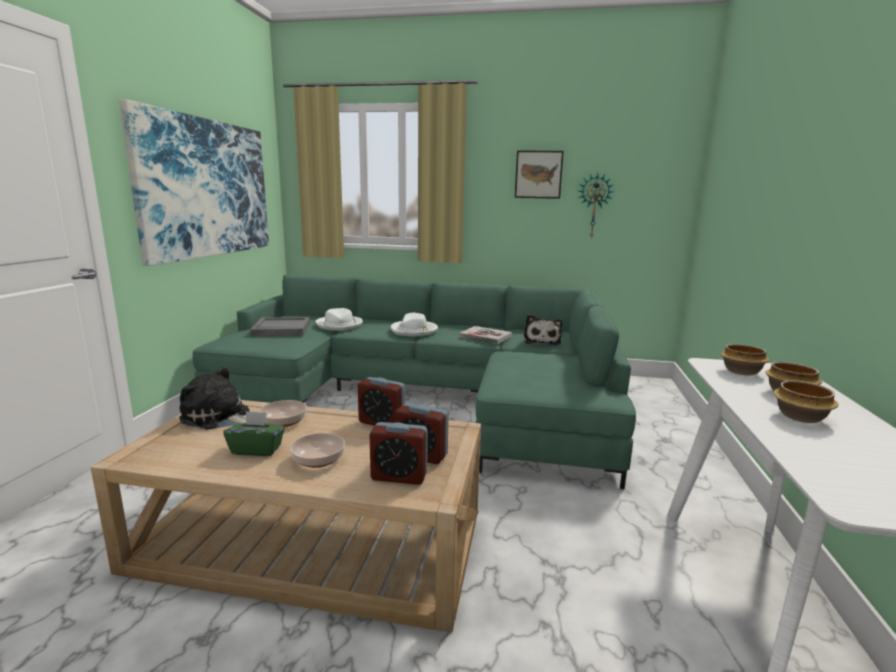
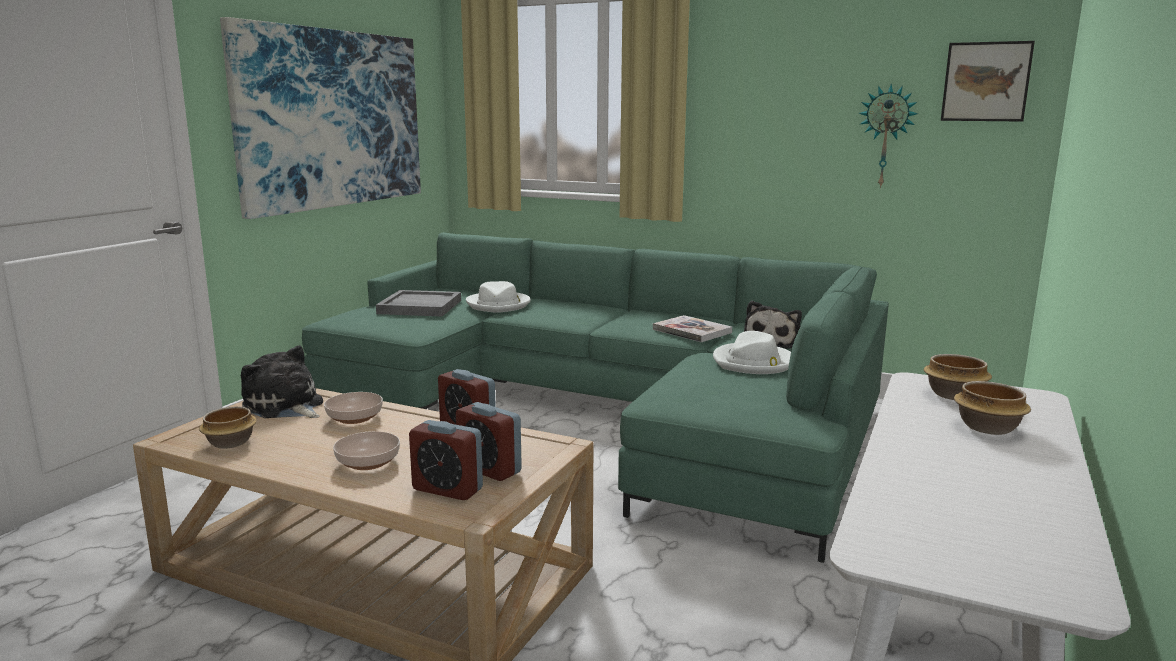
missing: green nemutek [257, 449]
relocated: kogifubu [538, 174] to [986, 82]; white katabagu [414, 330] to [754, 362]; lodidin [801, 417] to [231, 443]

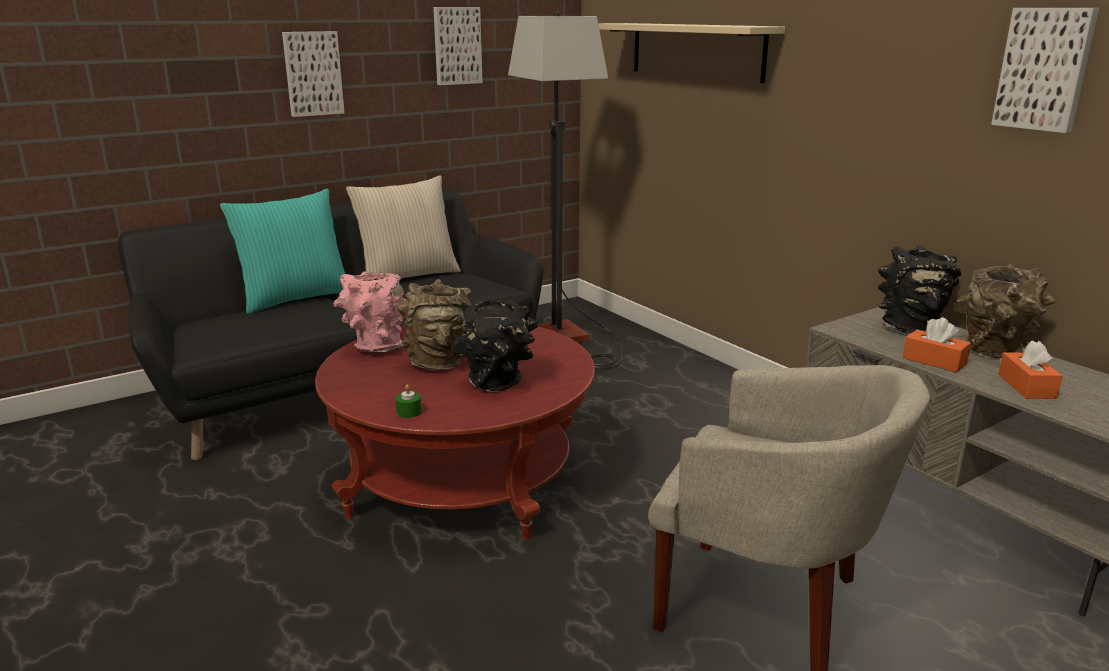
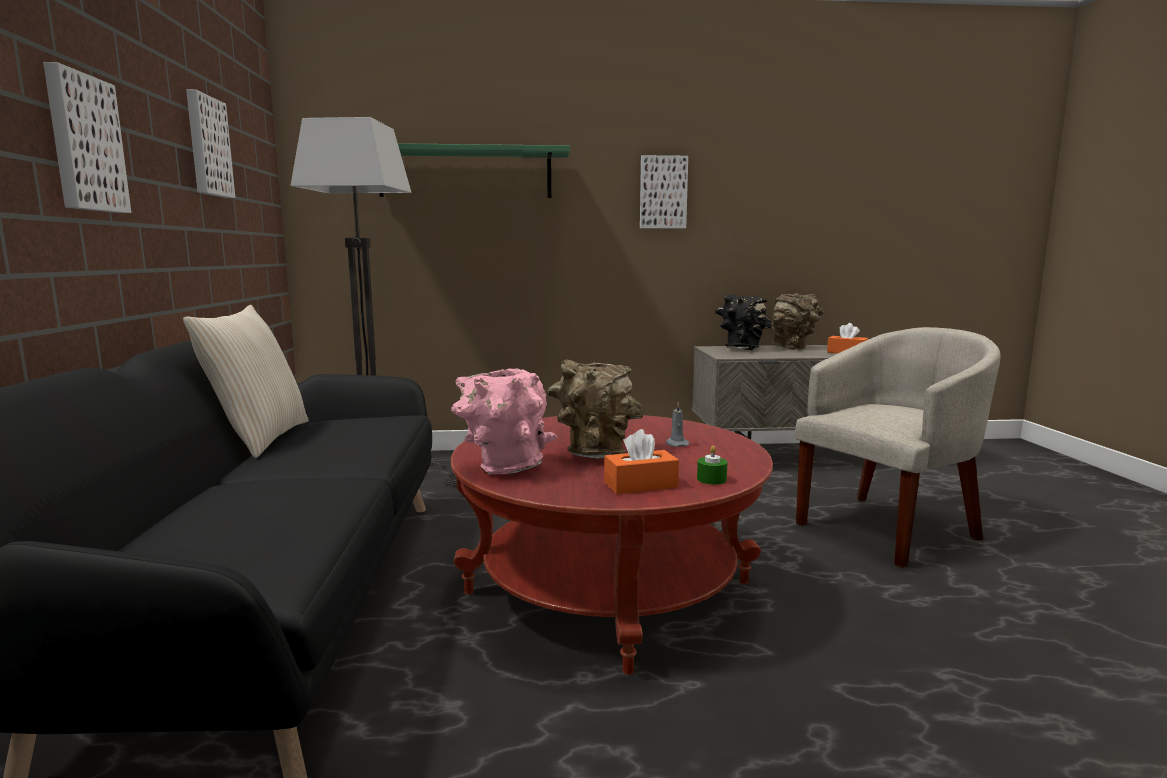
missing: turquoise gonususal [295, 298]
relocated: kogifubu [1045, 69] to [663, 192]; orange nemutek [934, 361] to [640, 485]
exchanged: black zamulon [499, 383] to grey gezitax [676, 444]
colour: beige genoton [696, 50] to green genoton [465, 174]

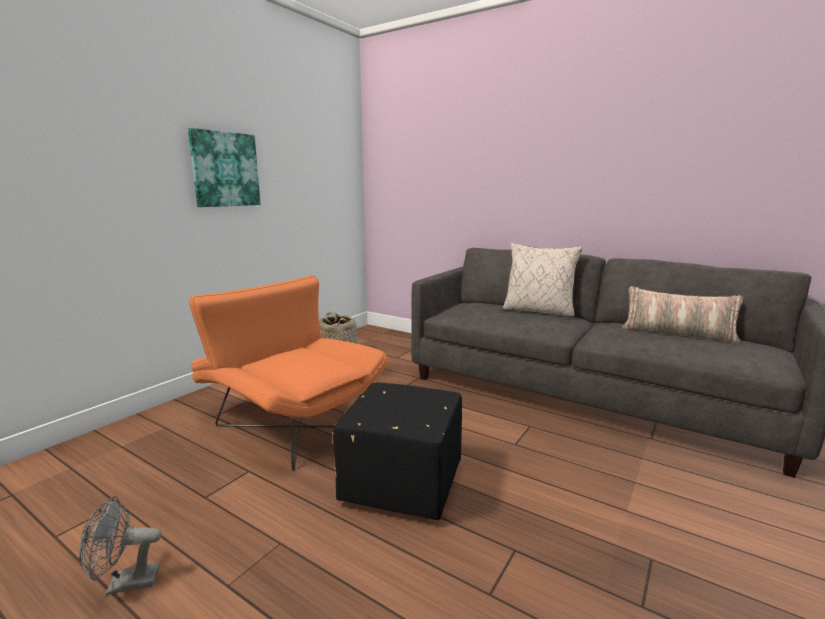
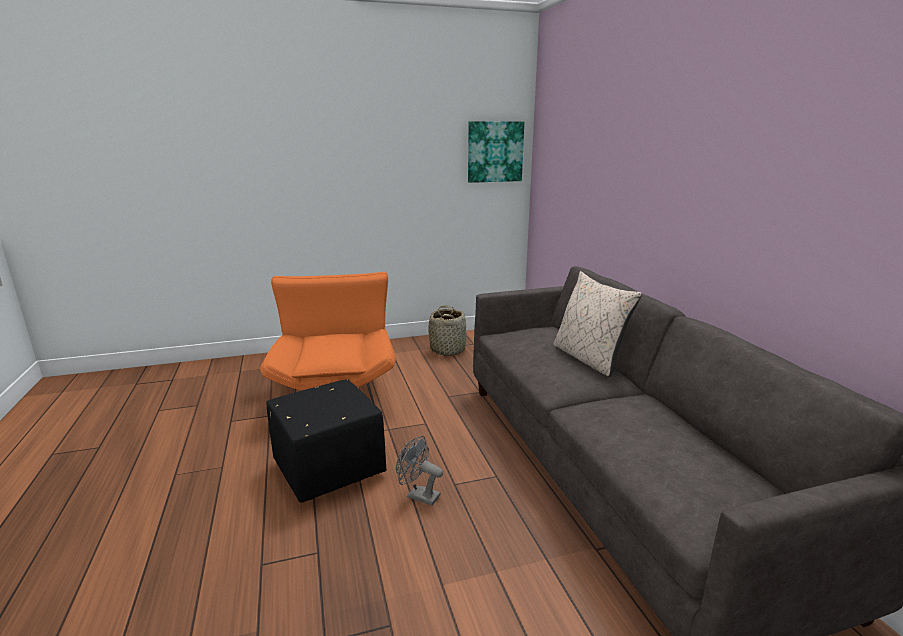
missing: gonususal [677, 333]
relocated: kogifubu [225, 169] to [495, 152]; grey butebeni [125, 583] to [418, 495]

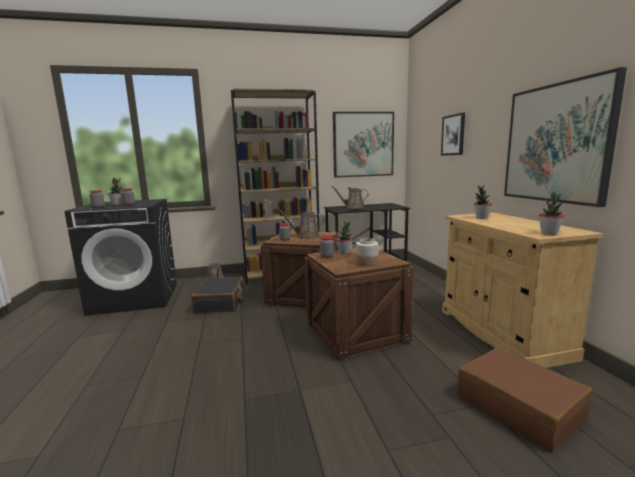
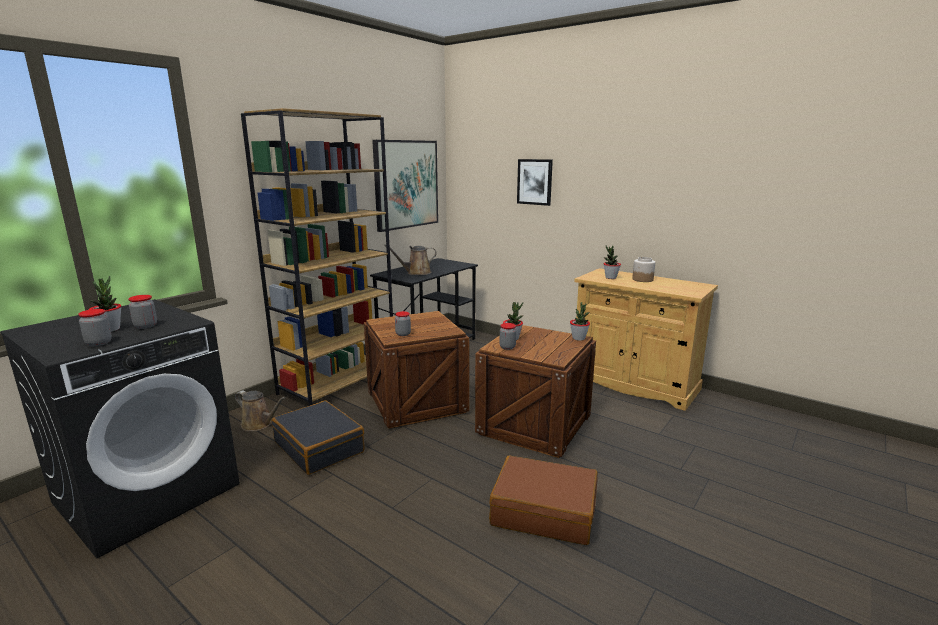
missing: kogifubu [556, 143]; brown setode [305, 236]
relocated: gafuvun [549, 233] to [578, 338]; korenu [367, 263] to [642, 279]; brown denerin [519, 406] to [544, 511]

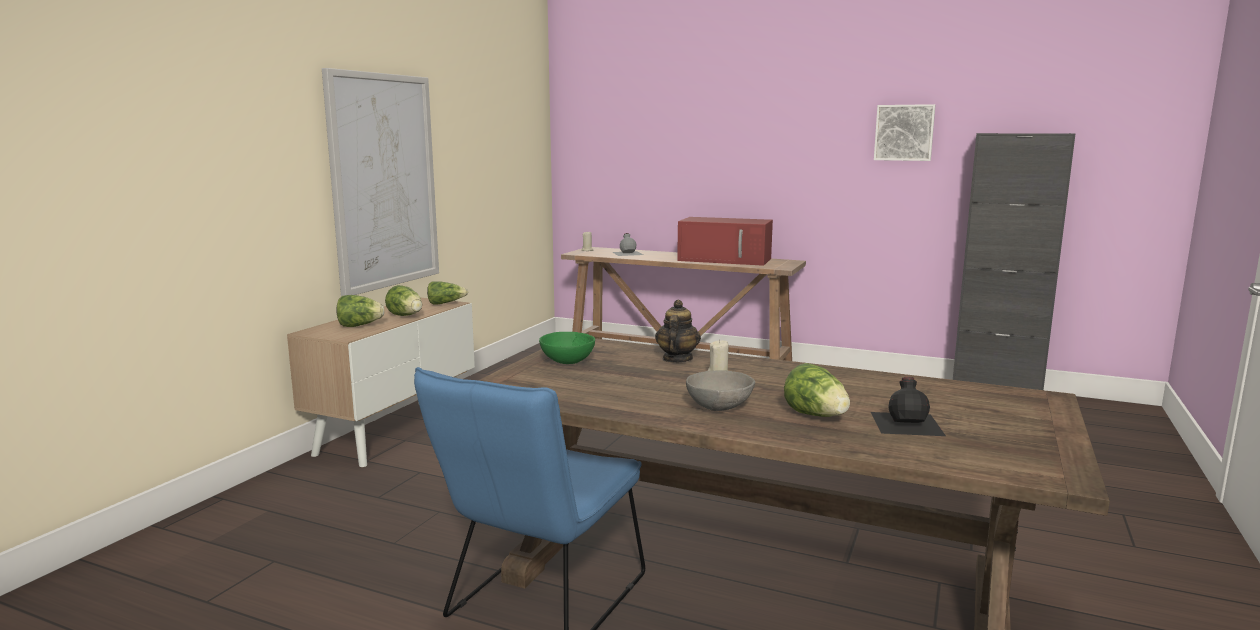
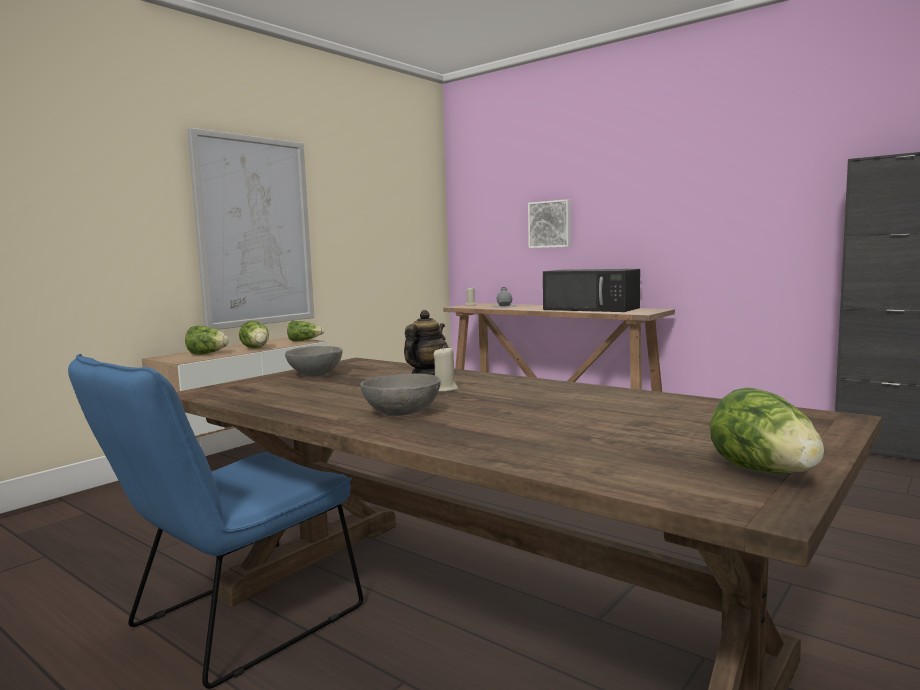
missing: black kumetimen [907, 423]
relocated: kogifubu [904, 132] to [550, 224]; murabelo [816, 416] to [765, 472]
colour: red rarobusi [726, 259] to black rarobusi [592, 309]; green lodidin [567, 361] to grey lodidin [315, 374]

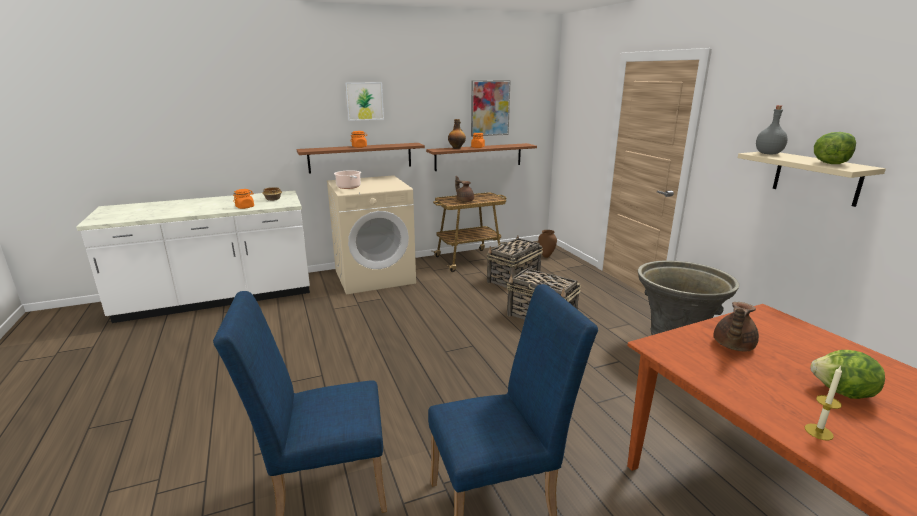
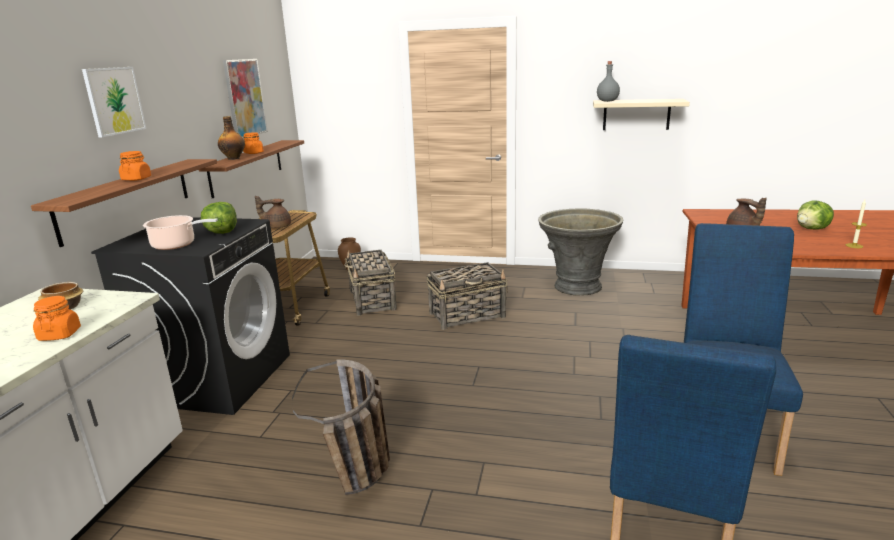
appeared: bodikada [359, 480]
relocated: murabelo [830, 163] to [221, 232]
colour: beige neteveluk [375, 276] to black neteveluk [217, 378]

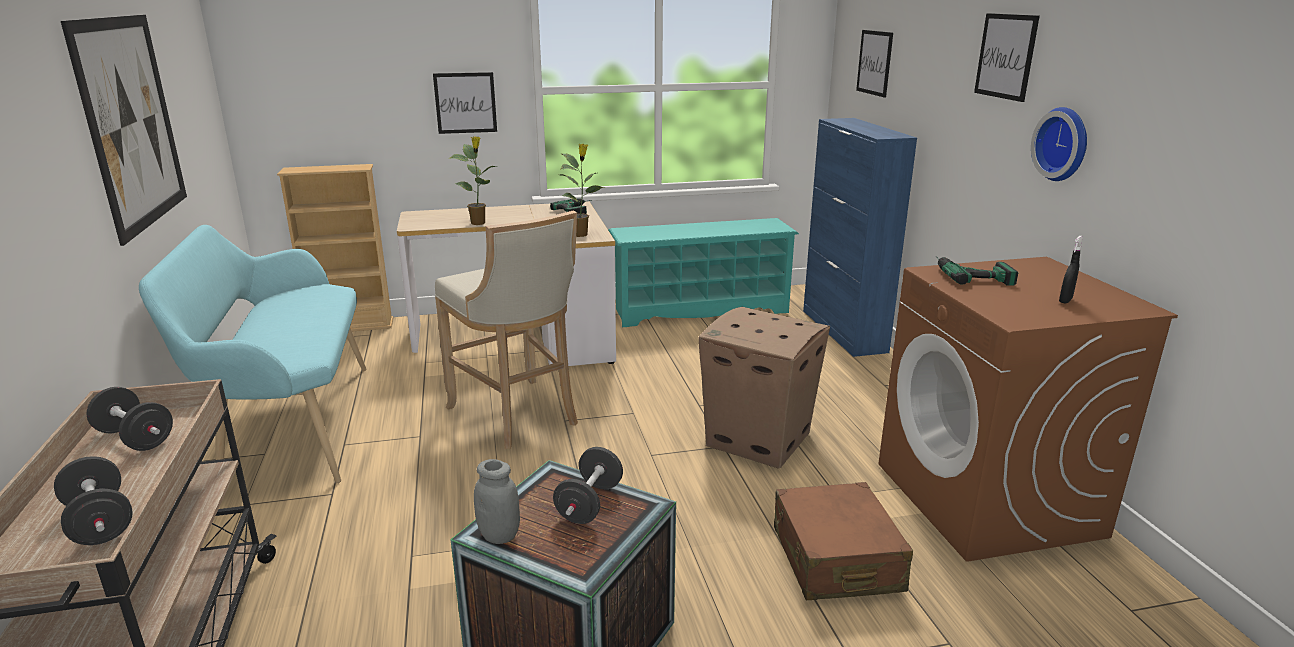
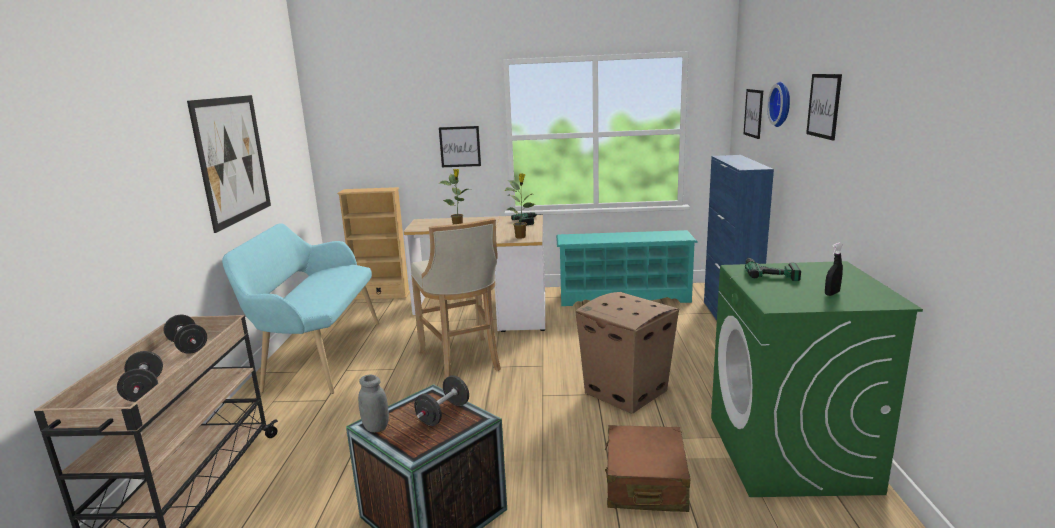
relocated: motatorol [1064, 144] to [782, 104]
colour: brown neteveluk [988, 499] to green neteveluk [790, 453]

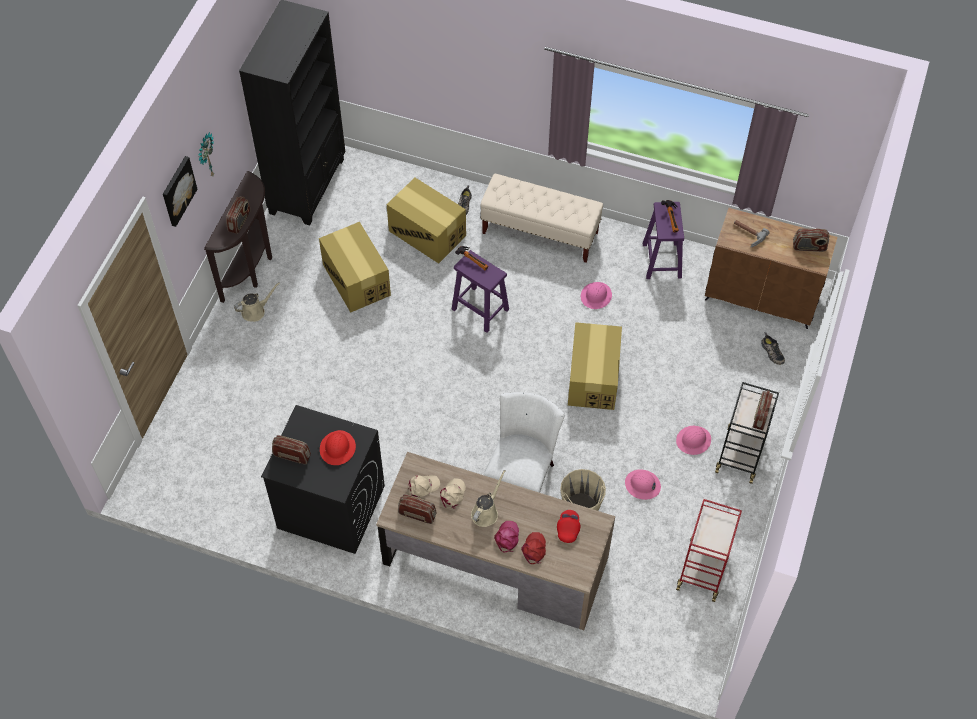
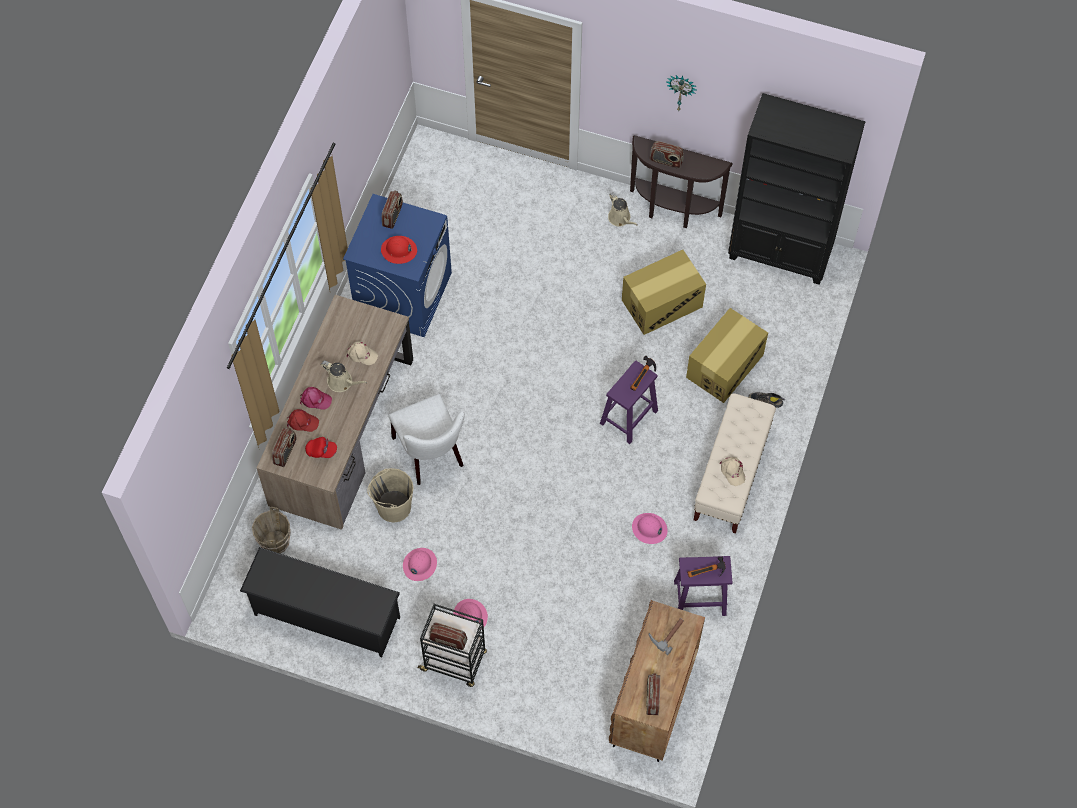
missing: kogifubu [177, 190]; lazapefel [593, 378]; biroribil [771, 352]
appeared: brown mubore [275, 543]
relocated: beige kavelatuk [422, 486] to [732, 471]; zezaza [417, 514] to [285, 452]
exchanged: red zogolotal [703, 568] to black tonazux [326, 616]
colour: black neteveluk [330, 507] to blue neteveluk [403, 294]
spun: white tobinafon [521, 477] = [431, 455] 45 degrees clockwise

